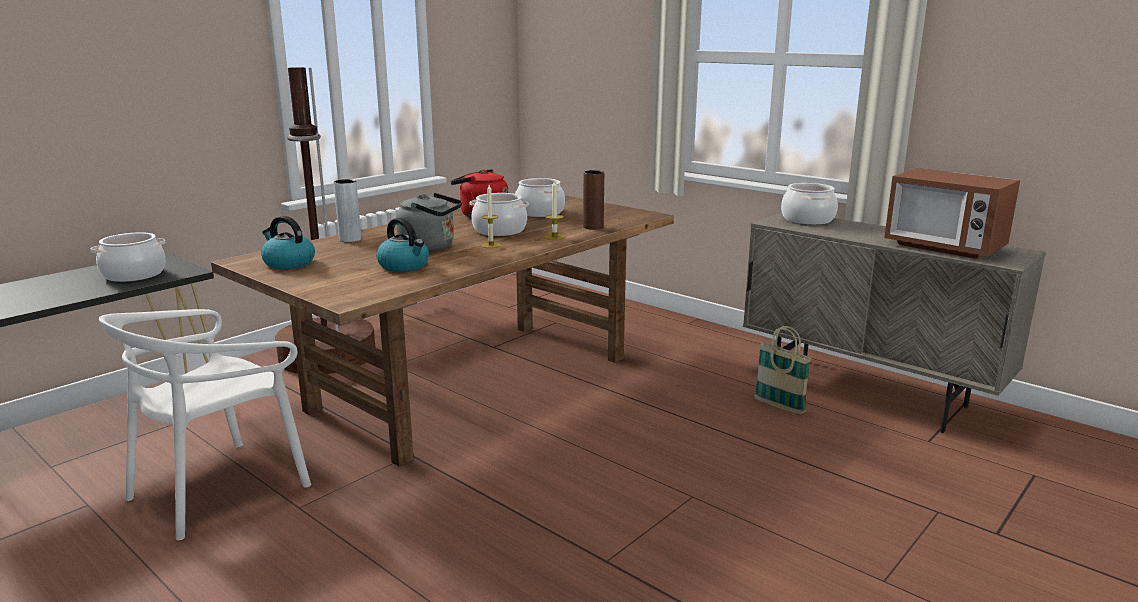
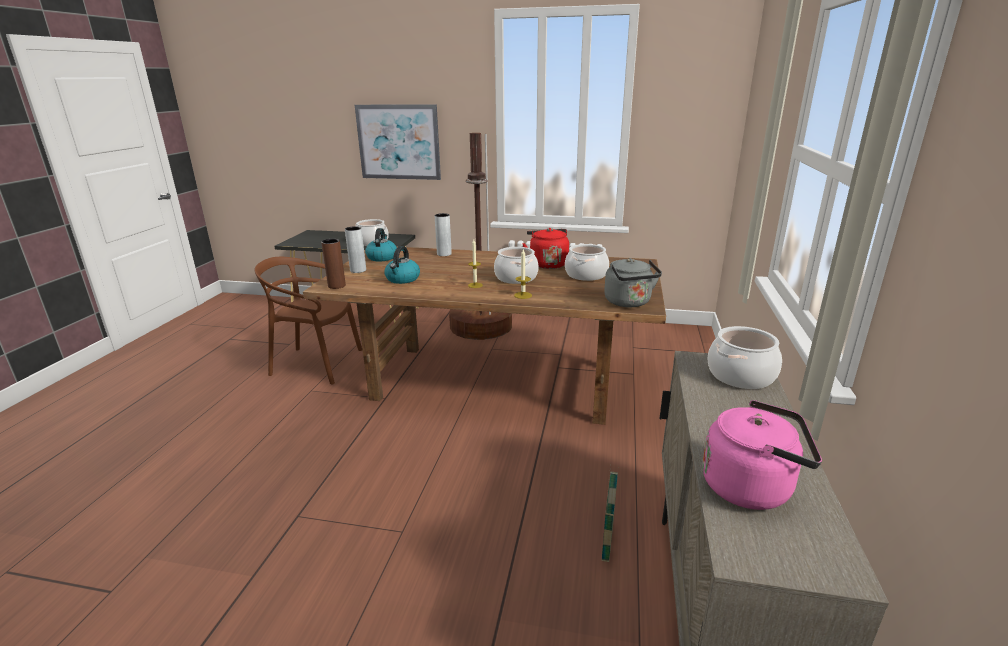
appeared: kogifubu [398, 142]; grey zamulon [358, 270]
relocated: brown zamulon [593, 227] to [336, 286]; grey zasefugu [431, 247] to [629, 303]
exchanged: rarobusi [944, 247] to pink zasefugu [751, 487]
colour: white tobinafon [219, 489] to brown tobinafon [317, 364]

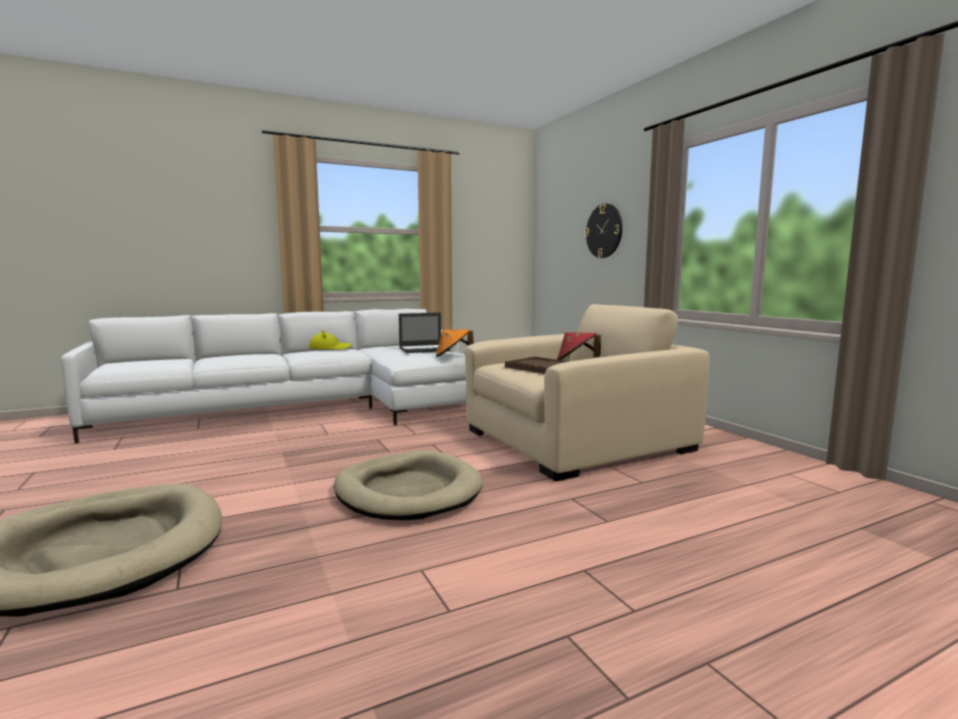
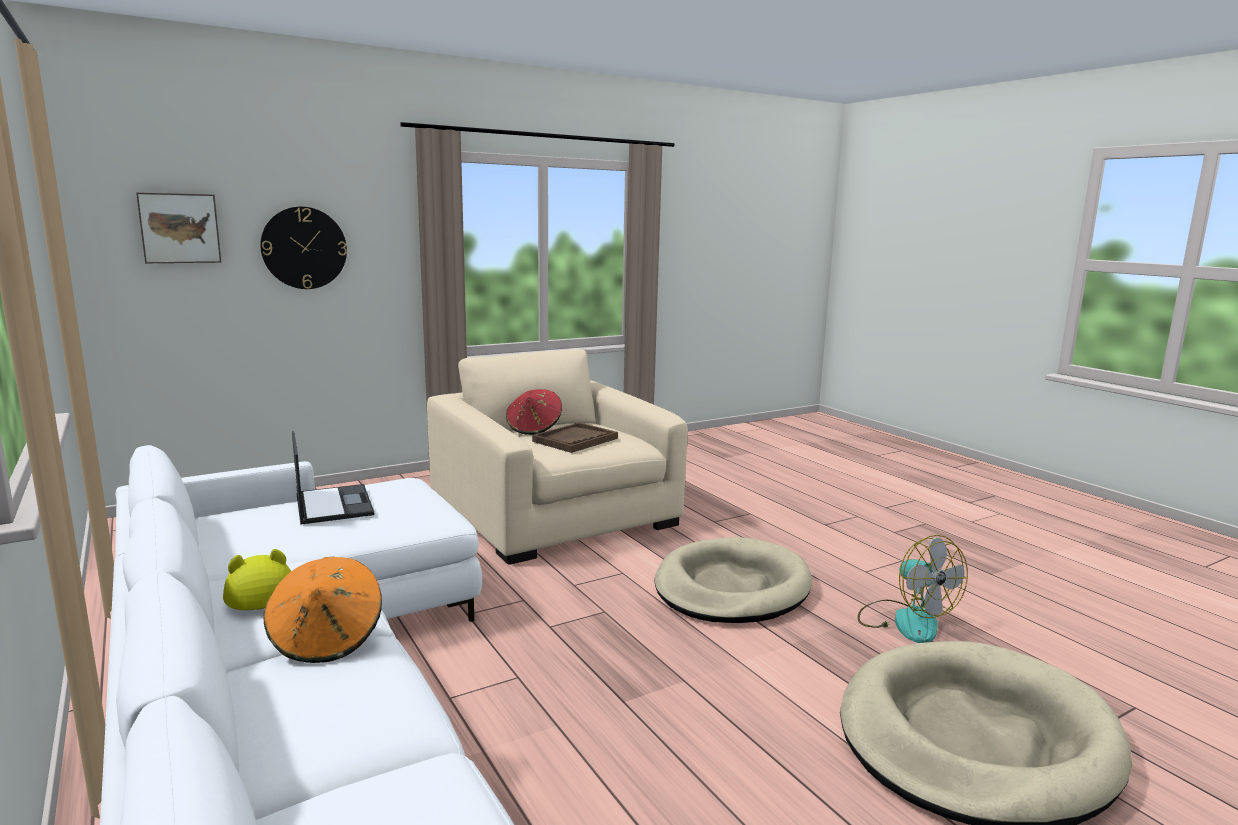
appeared: kogifubu [179, 228]; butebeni [905, 620]
relocated: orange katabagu [453, 356] to [327, 639]

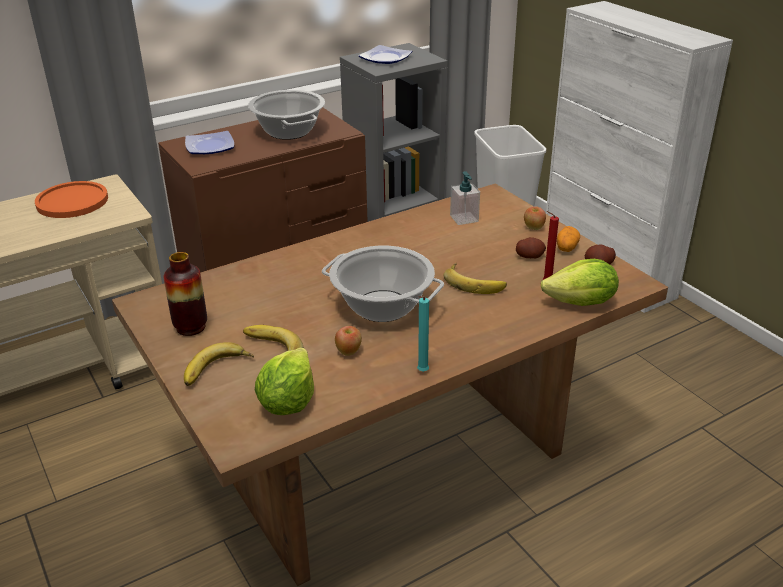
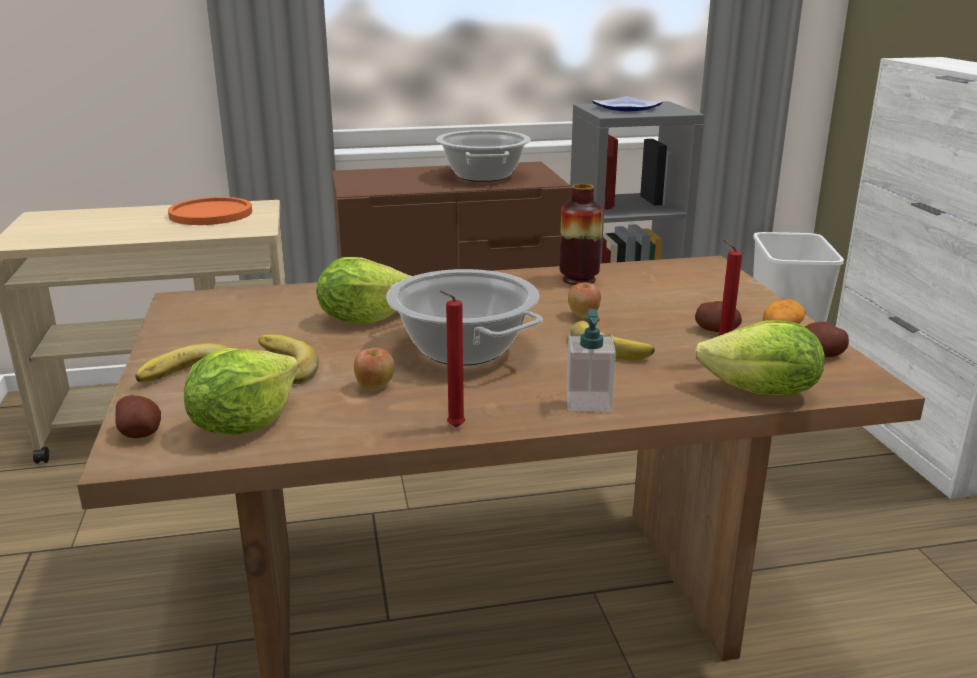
missing: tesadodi [211, 146]
appeared: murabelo [363, 319]; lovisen [140, 433]
relocated: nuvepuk [464, 218] to [588, 401]; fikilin [533, 228] to [583, 315]; zamulon [191, 327] to [579, 279]
colour: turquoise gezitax [421, 372] to red gezitax [453, 428]

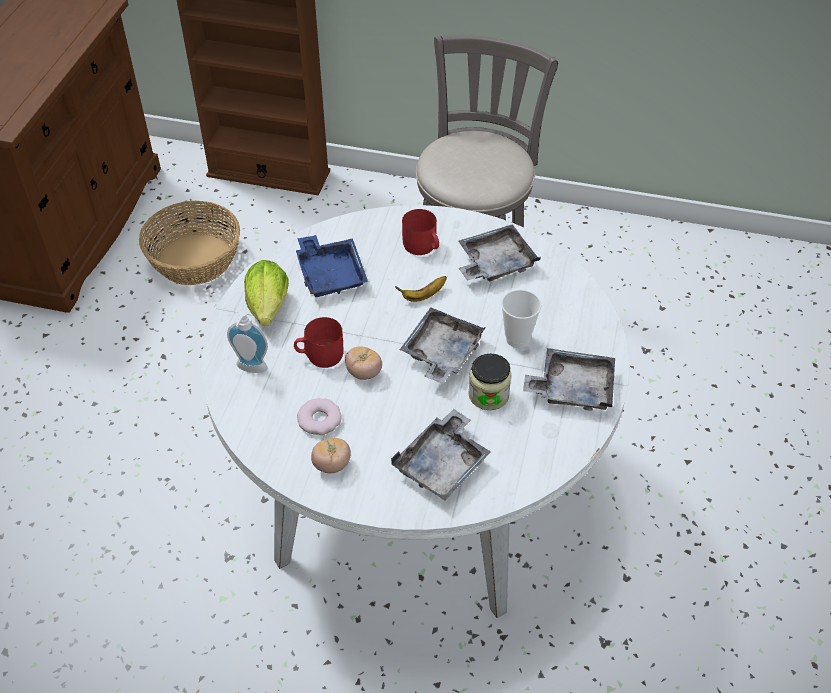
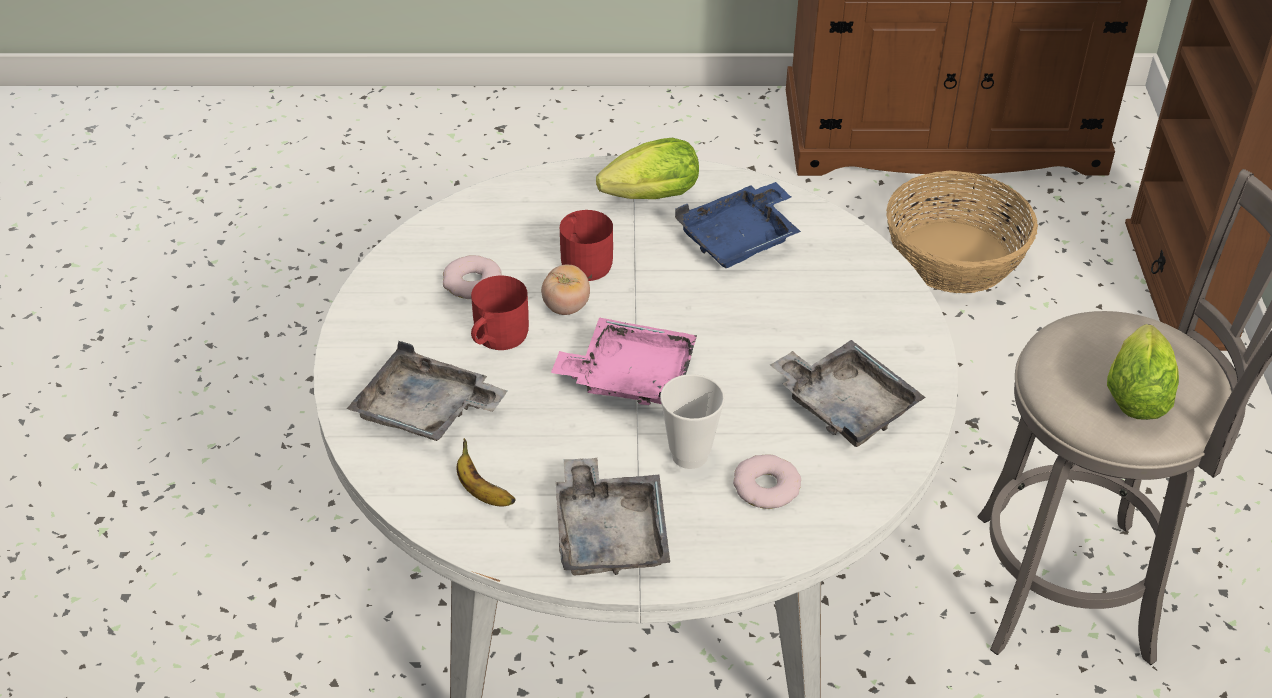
missing: nuvepuk [250, 369]; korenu [488, 395]; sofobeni [332, 465]
appeared: murabelo [1136, 391]; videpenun [766, 487]
relocated: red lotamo [422, 247] to [496, 337]; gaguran [423, 296] to [482, 492]
colour: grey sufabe [441, 353] to pink sufabe [630, 376]

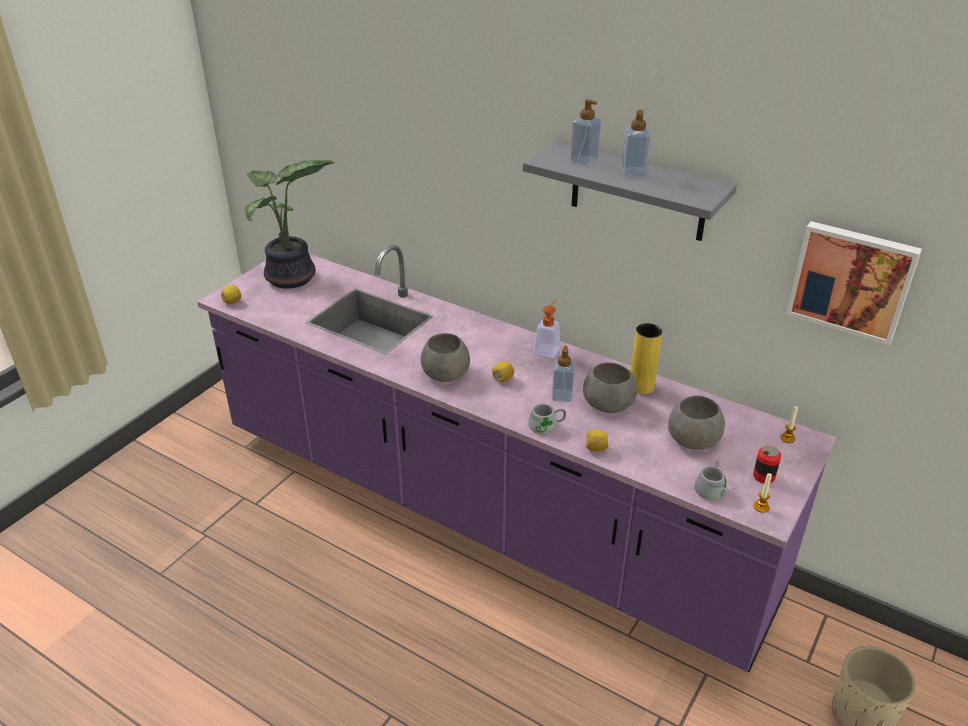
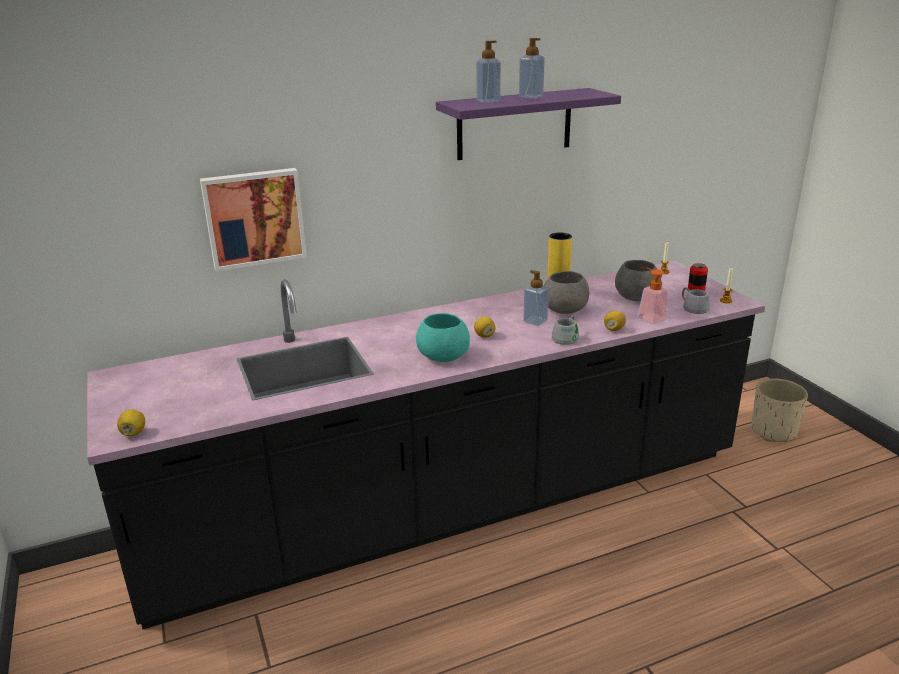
missing: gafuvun [292, 279]
relocated: kogifubu [851, 280] to [254, 218]; nuvepuk [548, 348] to [648, 317]
colour: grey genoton [638, 192] to purple genoton [514, 124]; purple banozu [483, 511] to black banozu [453, 507]; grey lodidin [445, 374] to turquoise lodidin [444, 356]

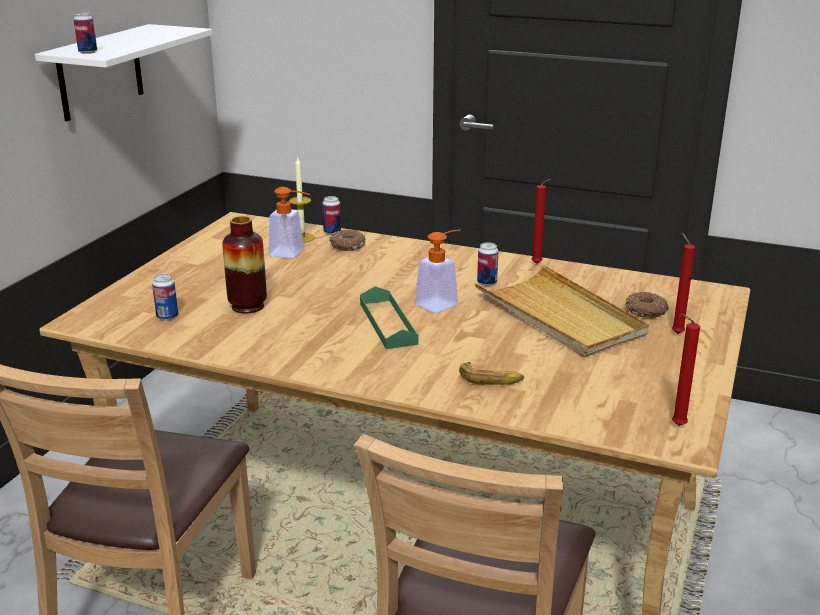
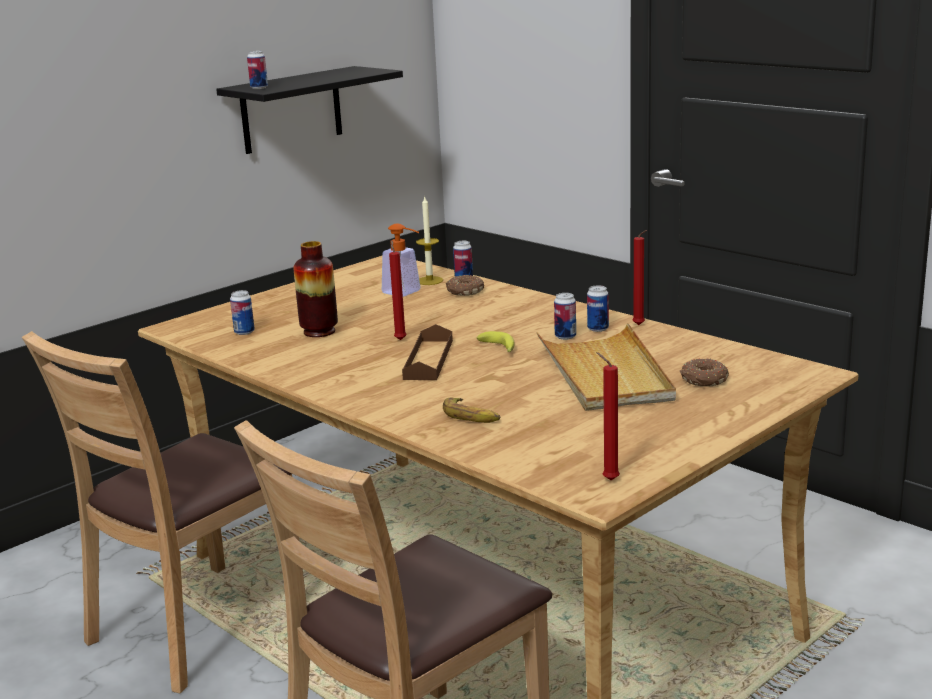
appeared: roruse [598, 329]
relocated: red gezitax [676, 333] to [400, 339]
exchanged: nuvepuk [441, 303] to gaguran [499, 349]
colour: white genoton [100, 72] to black genoton [291, 110]; green sufabe [388, 323] to brown sufabe [428, 359]

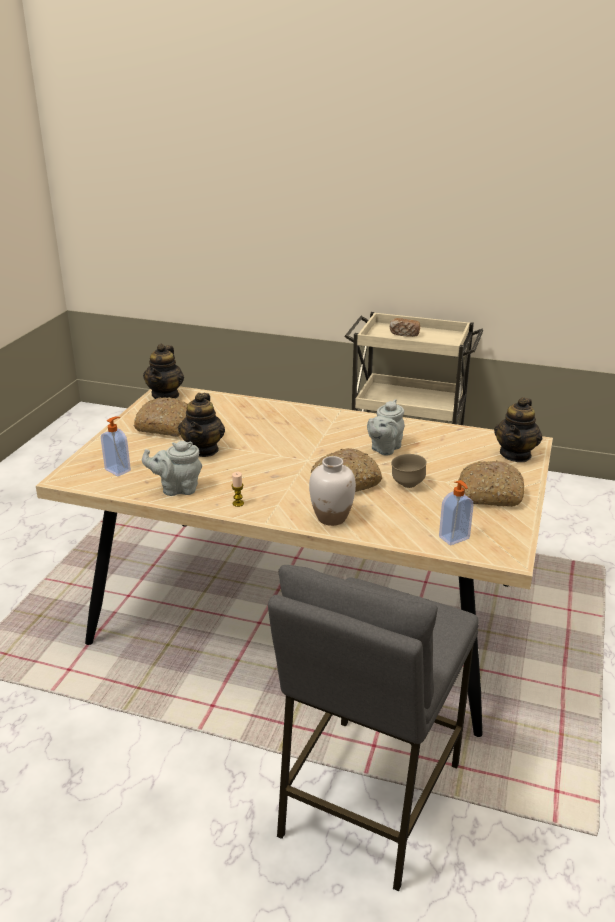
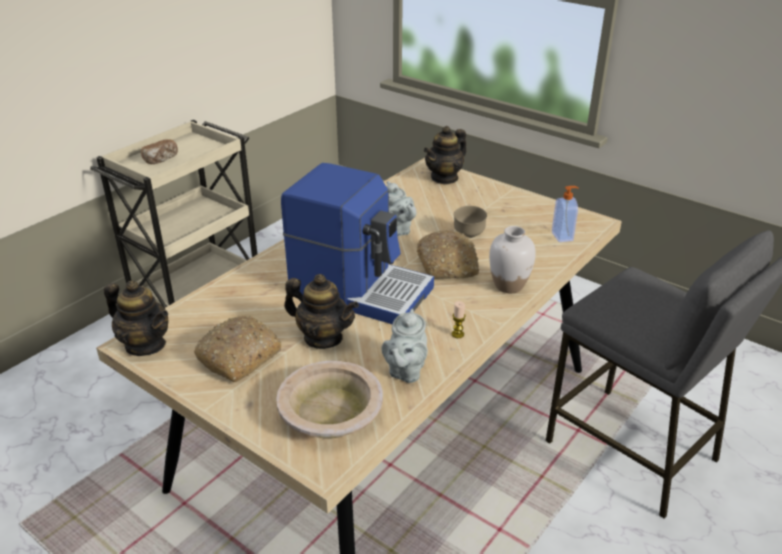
missing: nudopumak [488, 494]
appeared: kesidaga [360, 289]
exchanged: nuvepuk [118, 470] to beige lodidin [331, 413]
spun: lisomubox [515, 454] = [444, 178] 90 degrees clockwise

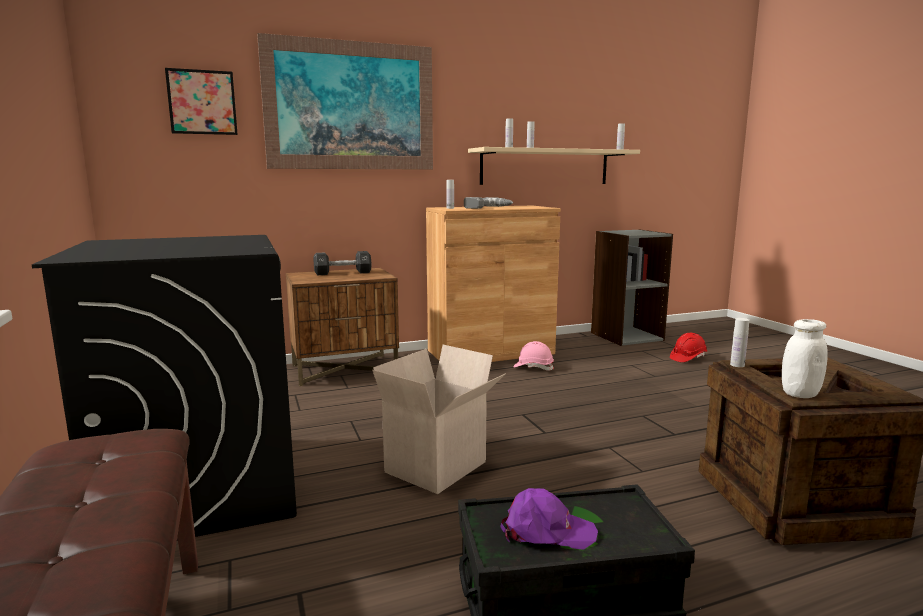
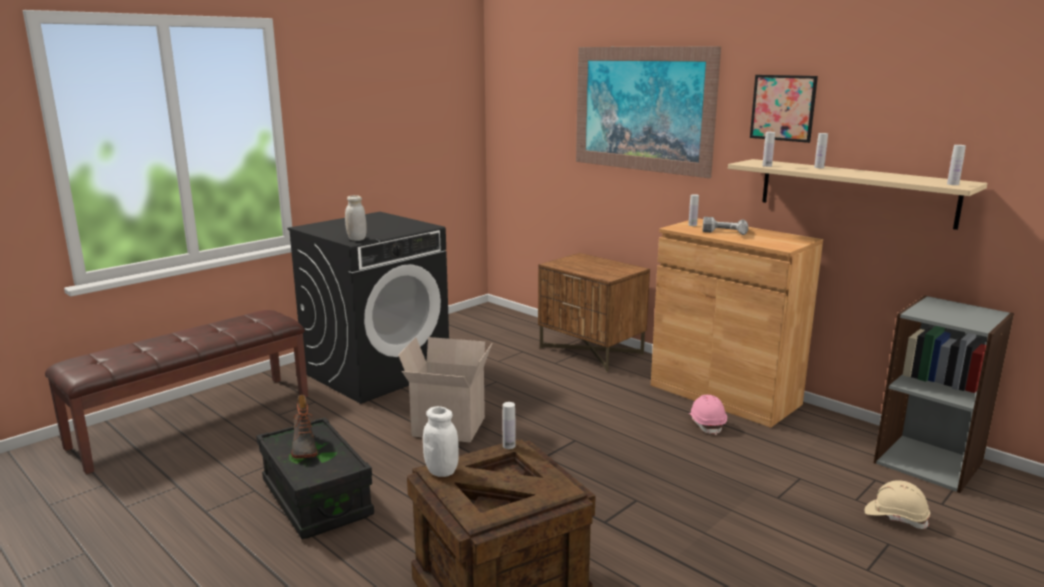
missing: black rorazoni [343, 273]
appeared: white korenu [356, 239]
relocated: kogifubu [202, 102] to [783, 108]
exchanged: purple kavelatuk [546, 531] to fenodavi [303, 447]
colour: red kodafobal [687, 358] to beige kodafobal [895, 517]

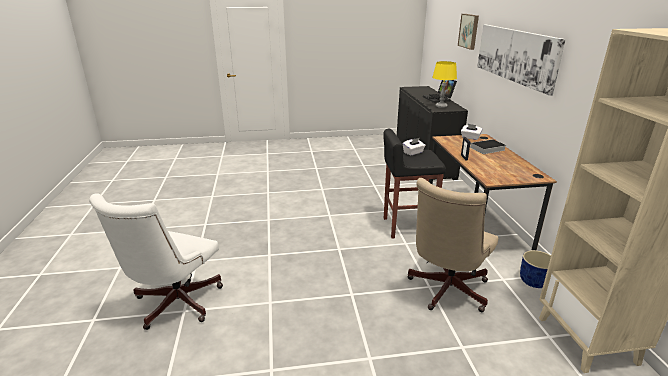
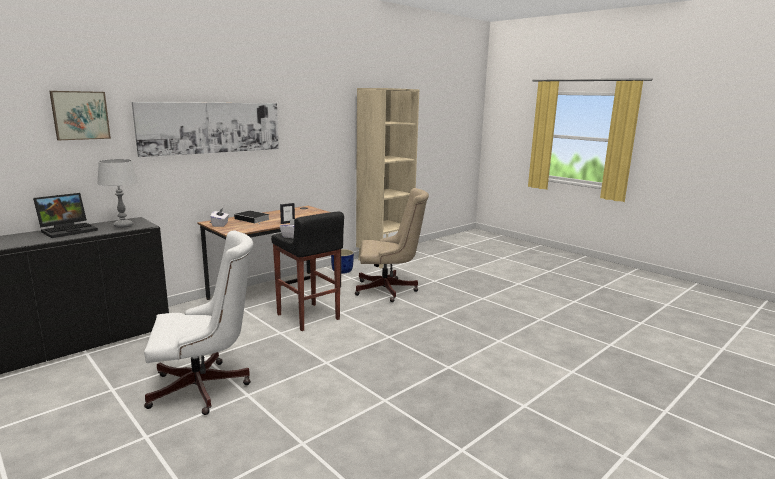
relocated: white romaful [173, 305] to [205, 388]
colour: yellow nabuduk [441, 106] to grey nabuduk [123, 226]

